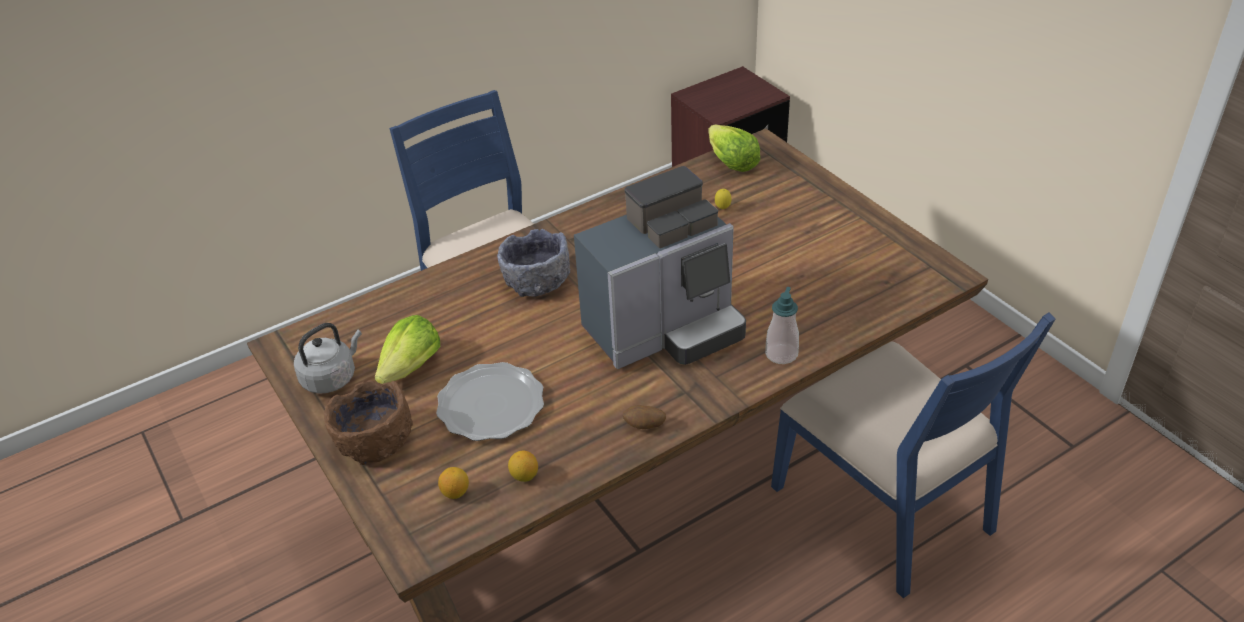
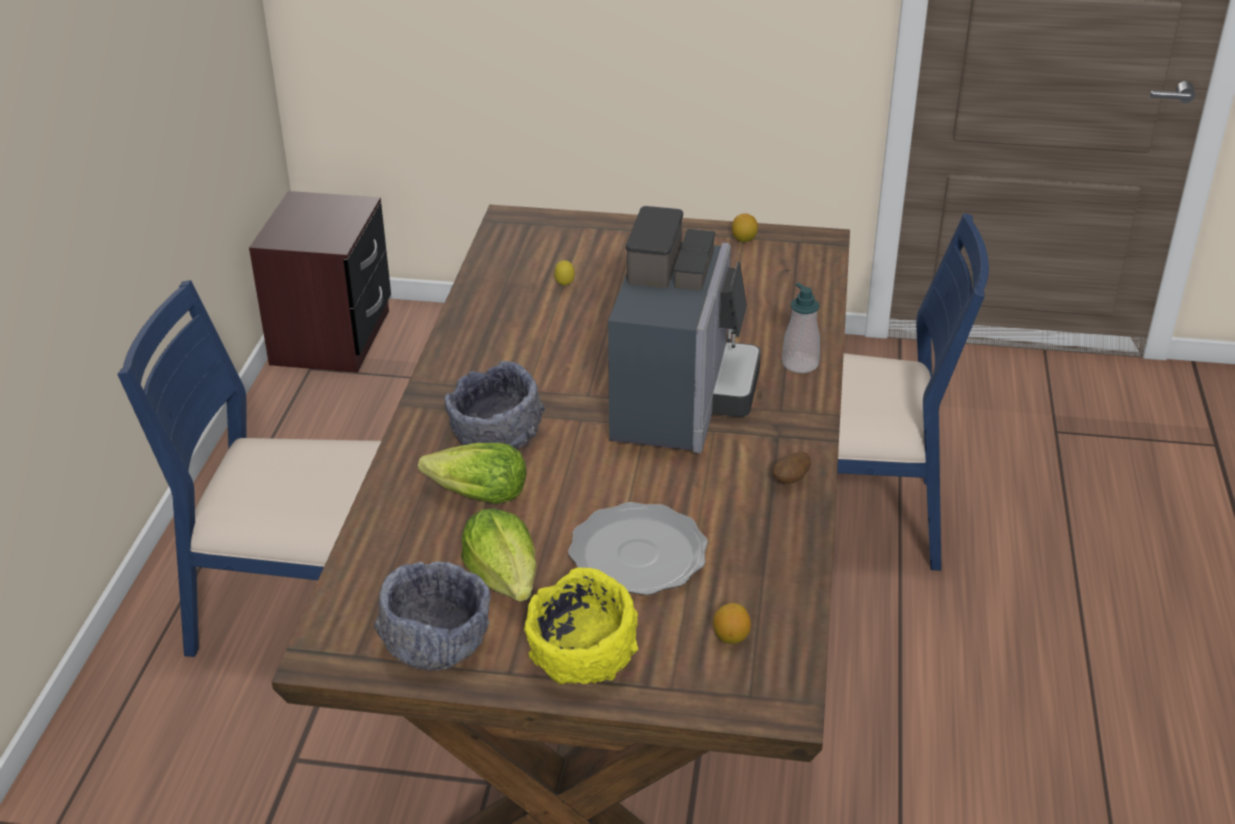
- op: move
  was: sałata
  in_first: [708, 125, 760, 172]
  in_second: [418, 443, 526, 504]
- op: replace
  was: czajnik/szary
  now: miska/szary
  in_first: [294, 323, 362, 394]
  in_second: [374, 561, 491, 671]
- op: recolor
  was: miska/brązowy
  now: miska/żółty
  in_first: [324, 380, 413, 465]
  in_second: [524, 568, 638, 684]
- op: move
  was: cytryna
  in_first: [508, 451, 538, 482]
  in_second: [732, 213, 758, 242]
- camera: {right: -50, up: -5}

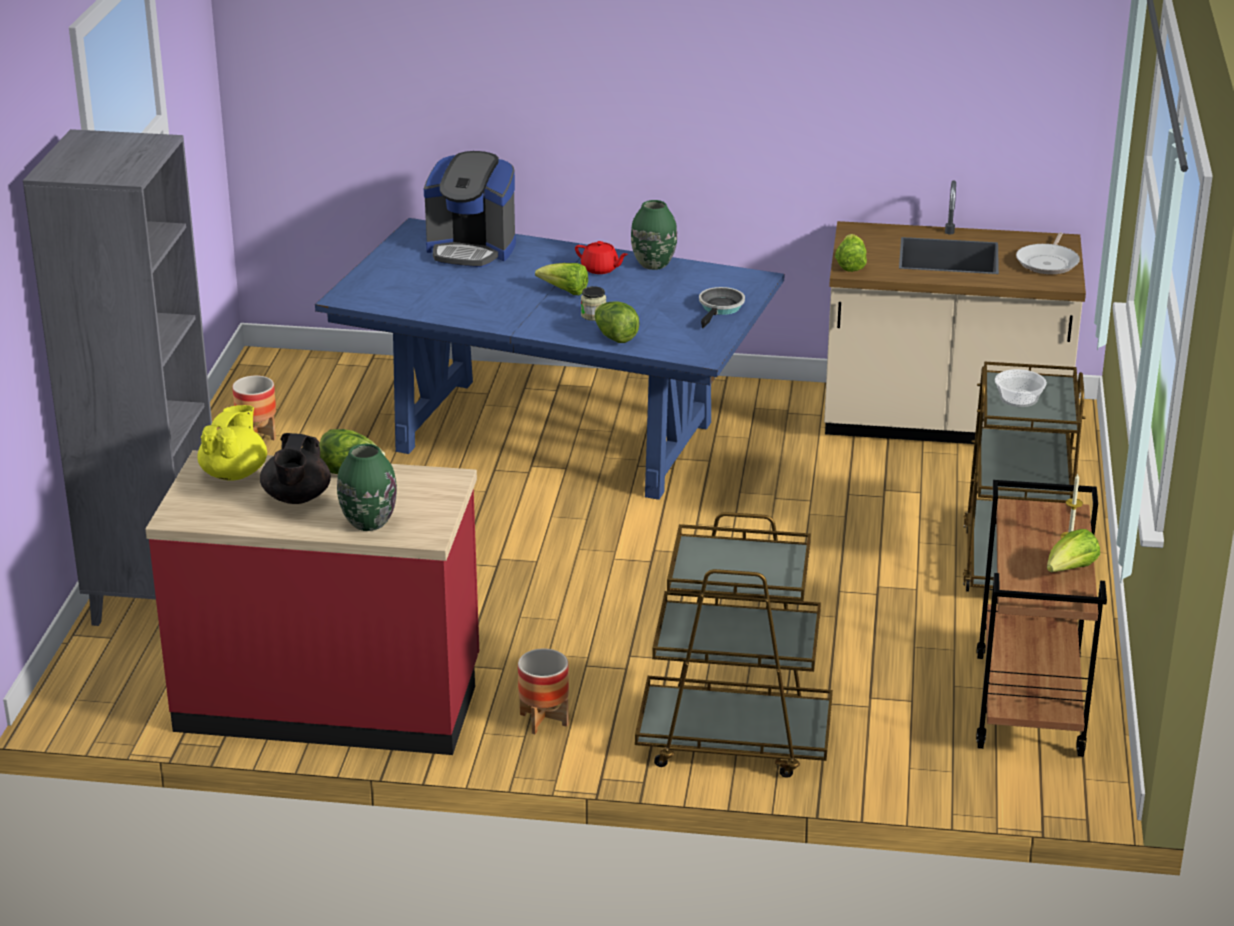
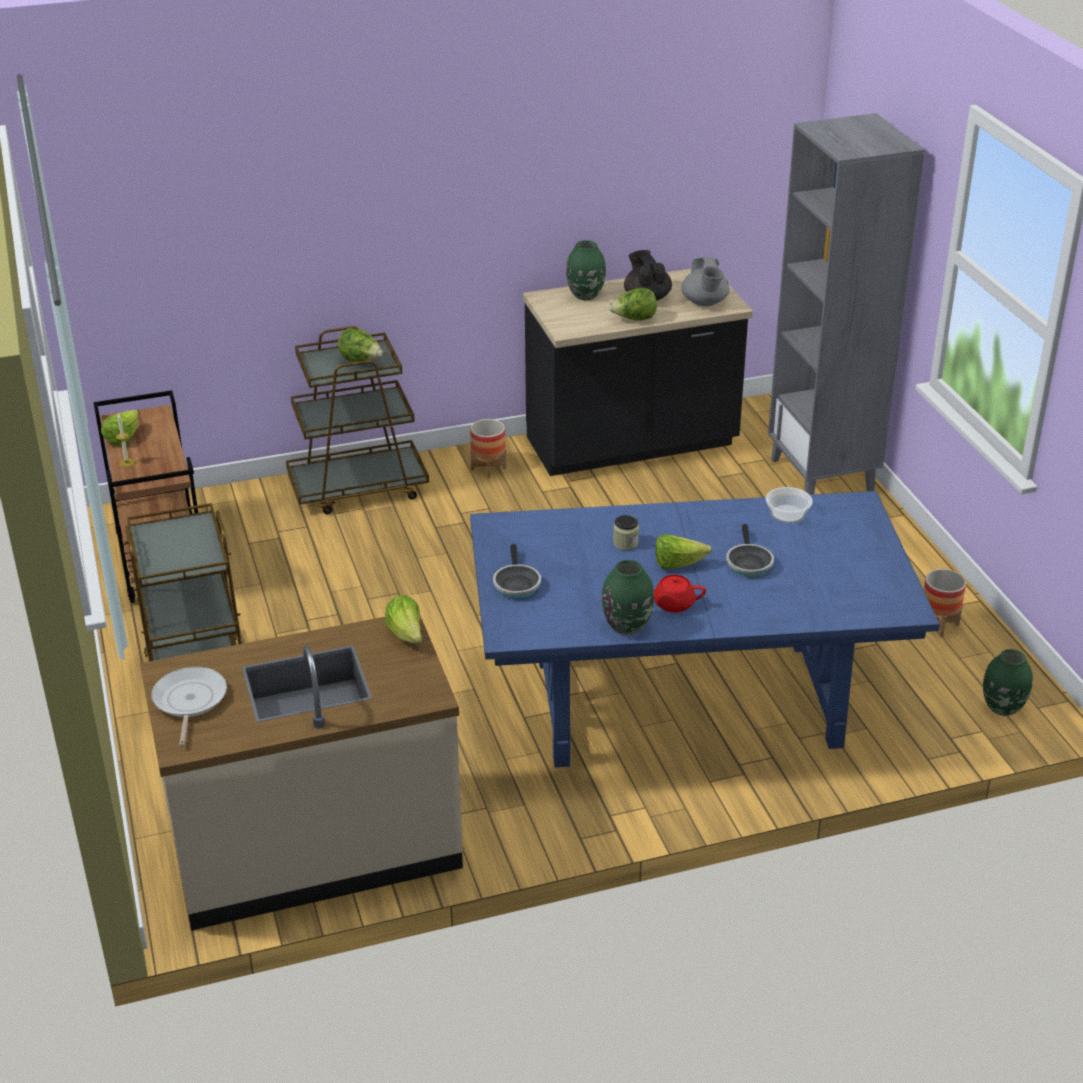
- op: delete
  was: ekspres do kawy
  in_first: [424, 151, 516, 267]
- op: move
  was: sałata
  in_first: [595, 301, 640, 343]
  in_second: [338, 328, 383, 362]
- op: move
  was: miska
  in_first: [995, 369, 1047, 407]
  in_second: [766, 487, 813, 524]
- op: recolor
  was: imbryk/żółty
  now: imbryk/szary
  in_first: [197, 405, 267, 481]
  in_second: [681, 257, 730, 306]
- op: recolor
  was: zabudowa kuchenna/czerwony
  now: zabudowa kuchenna/czarny
  in_first: [145, 450, 479, 755]
  in_second: [523, 266, 753, 476]
- op: insert
  now: patelnia
  in_second: [726, 524, 774, 577]
- op: insert
  now: wazon/zielony
  in_second: [983, 649, 1033, 716]
- camera: {right: 155, up: 5}

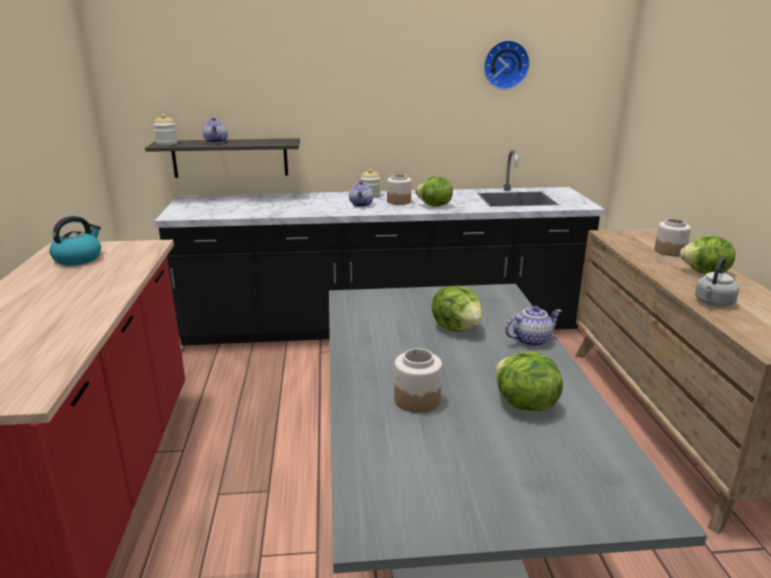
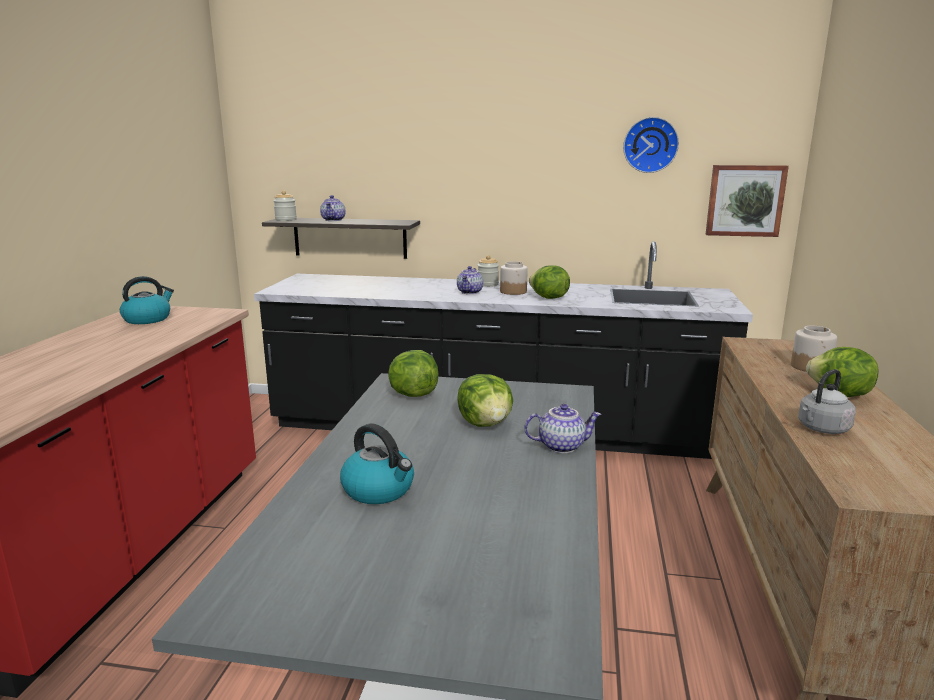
- op: replace
  was: słoik
  now: czajnik
  in_first: [394, 348, 442, 413]
  in_second: [340, 423, 414, 504]
- op: move
  was: sałata
  in_first: [495, 351, 563, 411]
  in_second: [388, 350, 439, 397]
- op: insert
  now: obraz
  in_second: [706, 165, 789, 237]
- camera: {right: 15, up: -5}

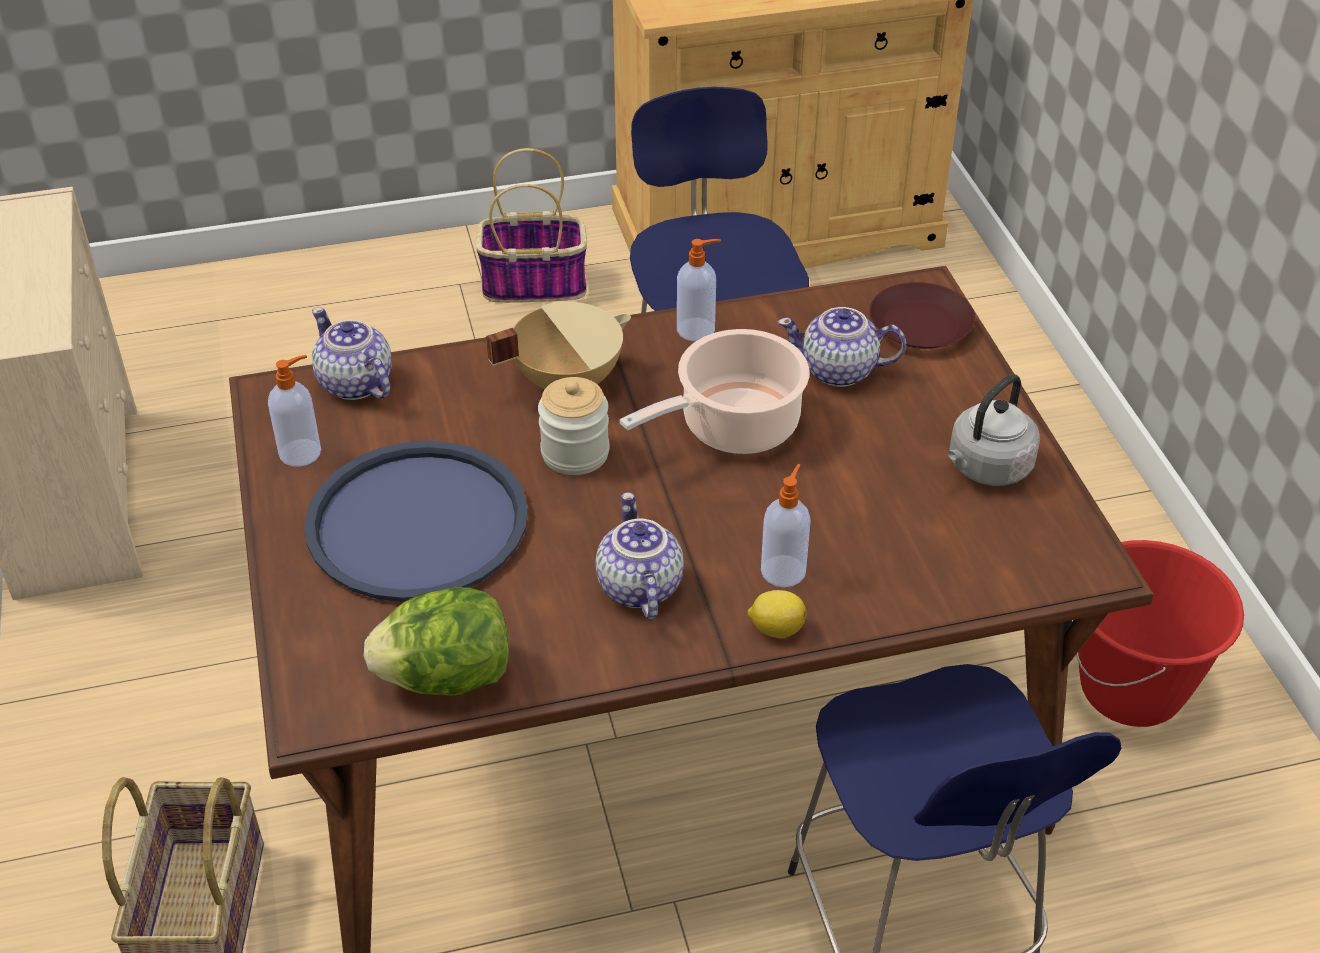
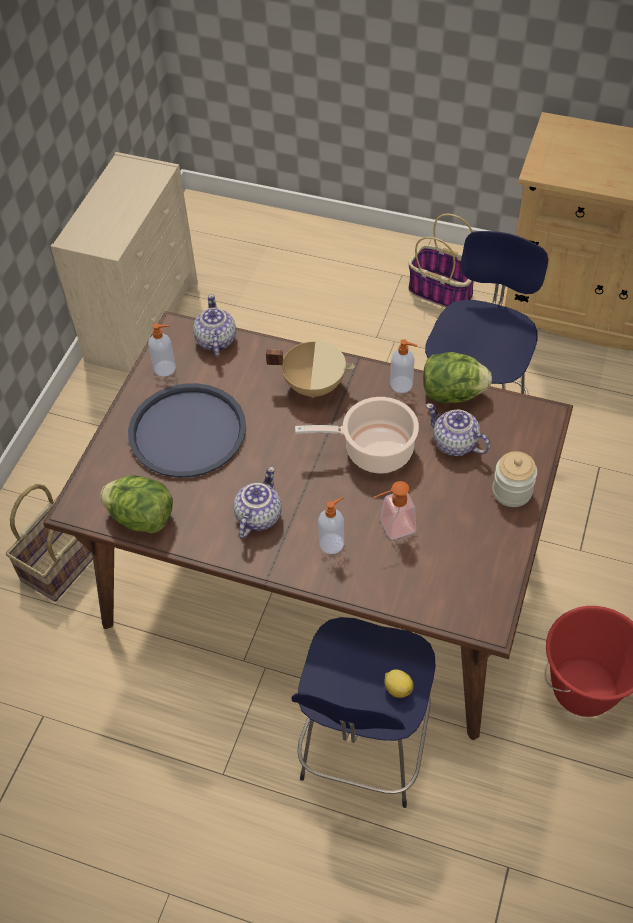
- op: delete
  was: talerz/brązowy
  in_first: [870, 282, 975, 349]
- op: delete
  was: czajnik/szary
  in_first: [948, 374, 1040, 486]
- op: move
  was: słoik
  in_first: [538, 377, 609, 475]
  in_second: [492, 451, 537, 507]
- op: move
  was: cytryna
  in_first: [747, 590, 806, 638]
  in_second: [384, 669, 413, 698]
- op: insert
  now: sałata
  in_second: [423, 352, 492, 403]
- op: insert
  now: dozownik mydła
  in_second: [373, 481, 416, 540]
- camera: {right: 35, up: 10}

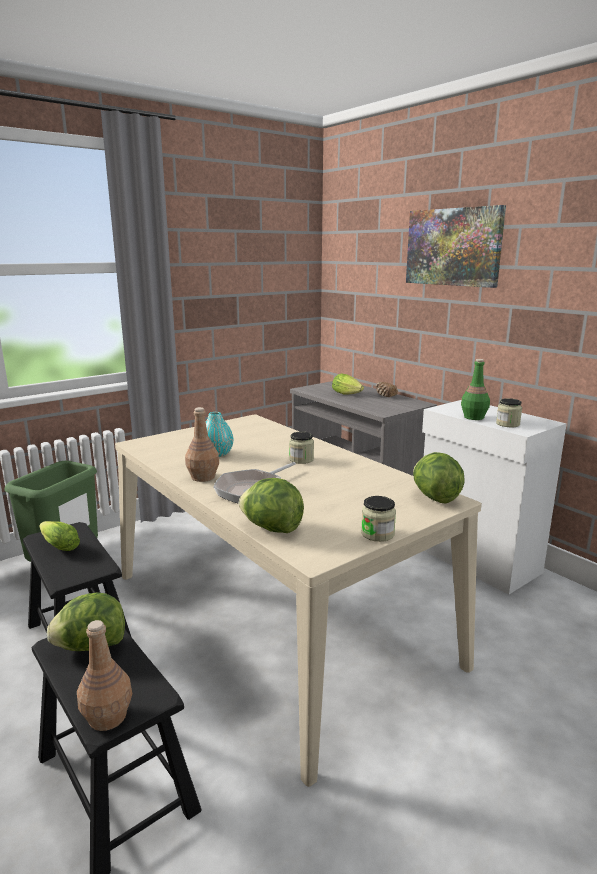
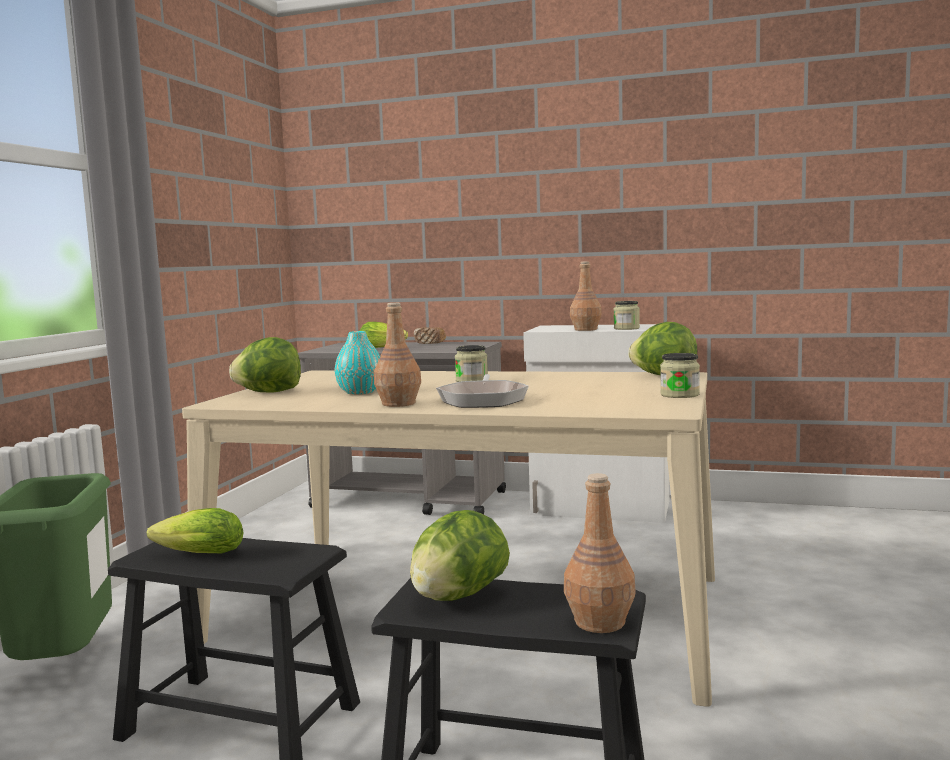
- op: delete
  was: obraz
  in_first: [406, 205, 506, 288]
- op: recolor
  was: butelka/zielony
  now: butelka/brązowy
  in_first: [461, 359, 490, 420]
  in_second: [570, 261, 602, 331]
- op: move
  was: sałata
  in_first: [239, 478, 304, 533]
  in_second: [229, 337, 301, 393]
- camera: {right: -35, up: -10}

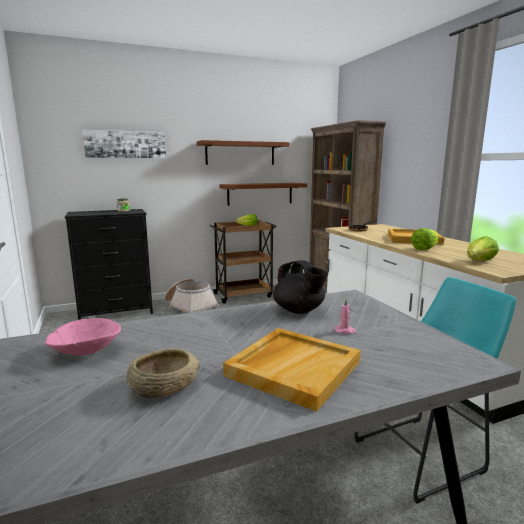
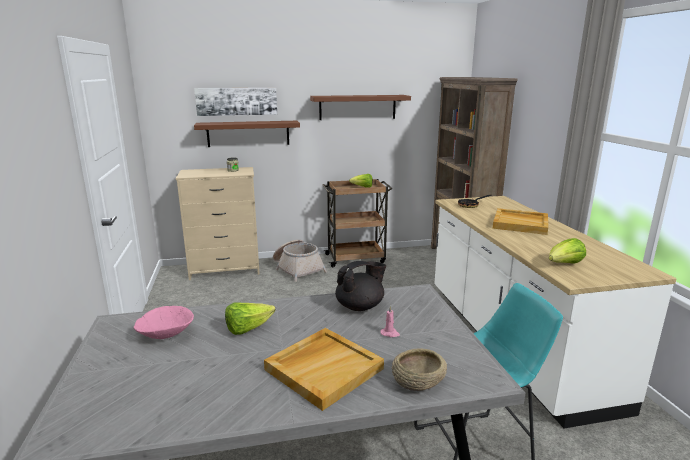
- op: move
  was: półka/brązowy
  in_first: [219, 183, 307, 206]
  in_second: [194, 121, 300, 147]
- op: recolor
  was: komoda/czarny
  now: komoda/beżowy
  in_first: [65, 209, 153, 320]
  in_second: [176, 167, 260, 280]
- op: move
  was: sałata
  in_first: [411, 228, 439, 250]
  in_second: [225, 303, 276, 335]
- op: rotate
  was: imbryk/czarny
  in_first: [273, 260, 328, 314]
  in_second: [335, 261, 386, 311]
  clockwise: -90
- op: move
  was: miska/beżowy
  in_first: [126, 349, 200, 398]
  in_second: [392, 348, 447, 391]
- camera: {right: 10, up: 5}

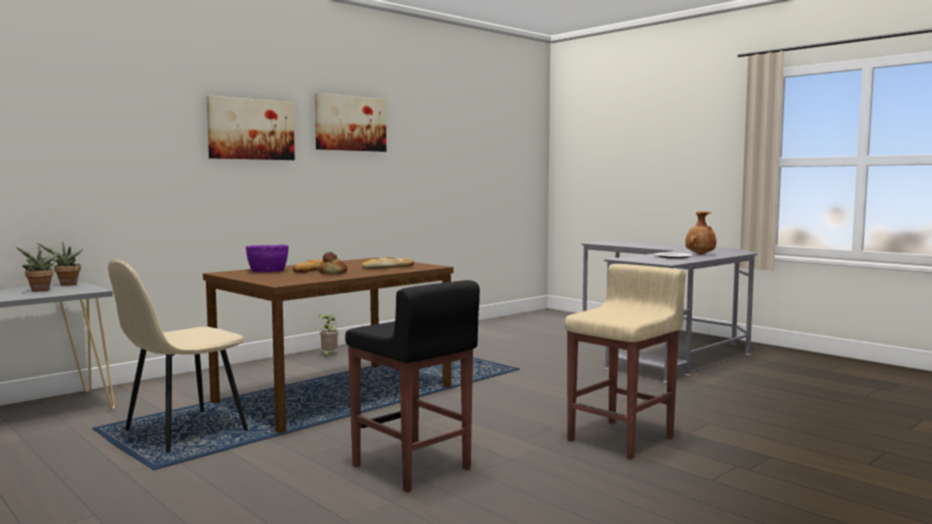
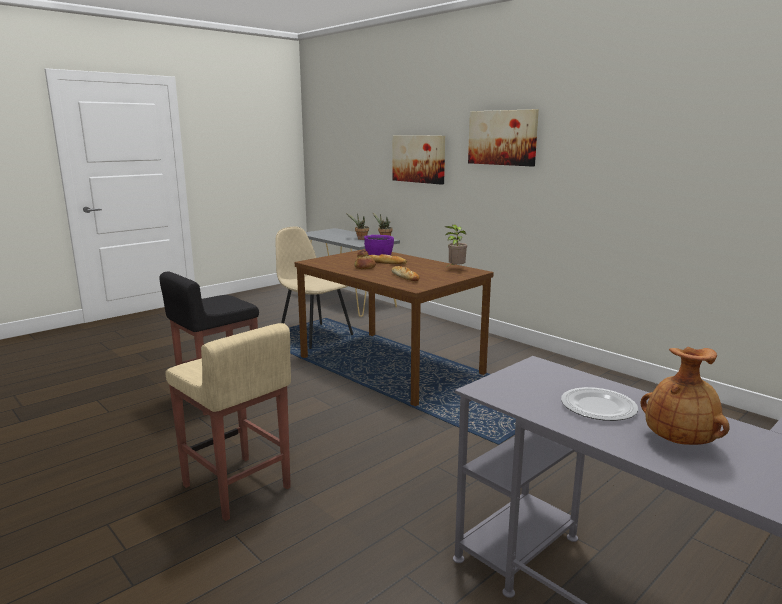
- op: move
  was: obraz
  in_first: [315, 93, 386, 152]
  in_second: [392, 135, 445, 185]
- op: move
  was: roślina doniczkowa
  in_first: [319, 314, 338, 356]
  in_second: [445, 225, 467, 266]
- camera: {right: 90, up: 10}

